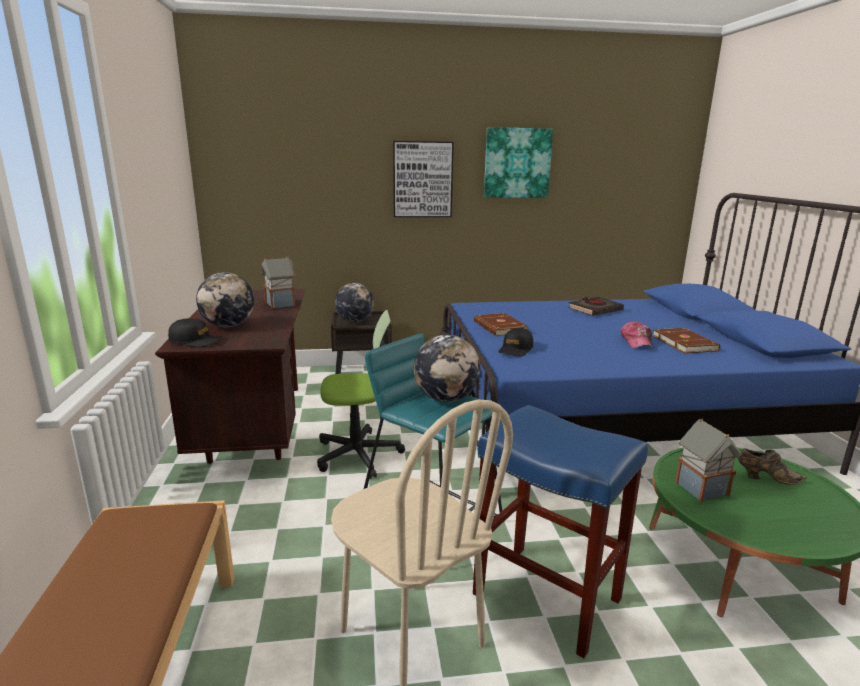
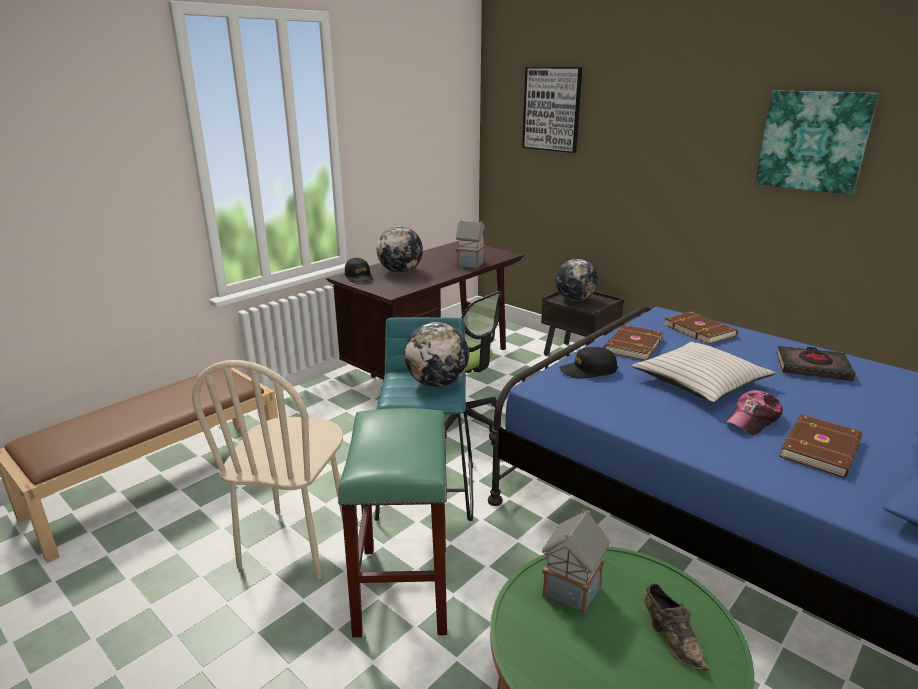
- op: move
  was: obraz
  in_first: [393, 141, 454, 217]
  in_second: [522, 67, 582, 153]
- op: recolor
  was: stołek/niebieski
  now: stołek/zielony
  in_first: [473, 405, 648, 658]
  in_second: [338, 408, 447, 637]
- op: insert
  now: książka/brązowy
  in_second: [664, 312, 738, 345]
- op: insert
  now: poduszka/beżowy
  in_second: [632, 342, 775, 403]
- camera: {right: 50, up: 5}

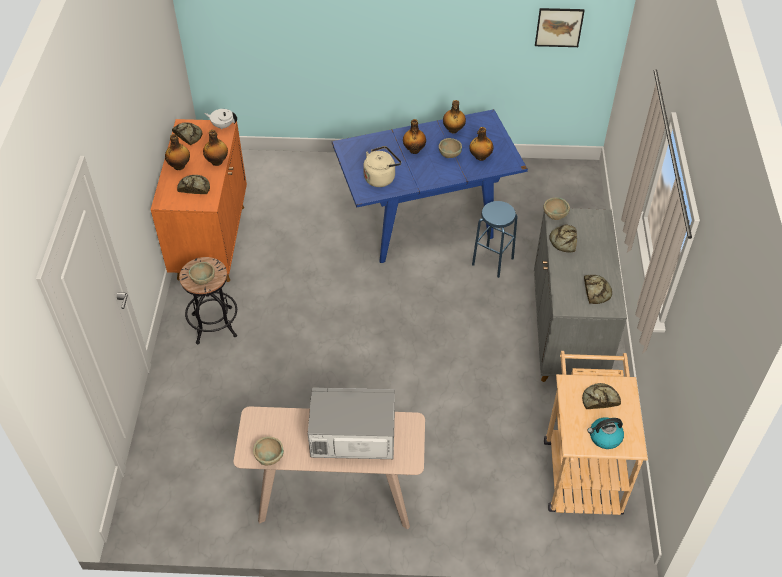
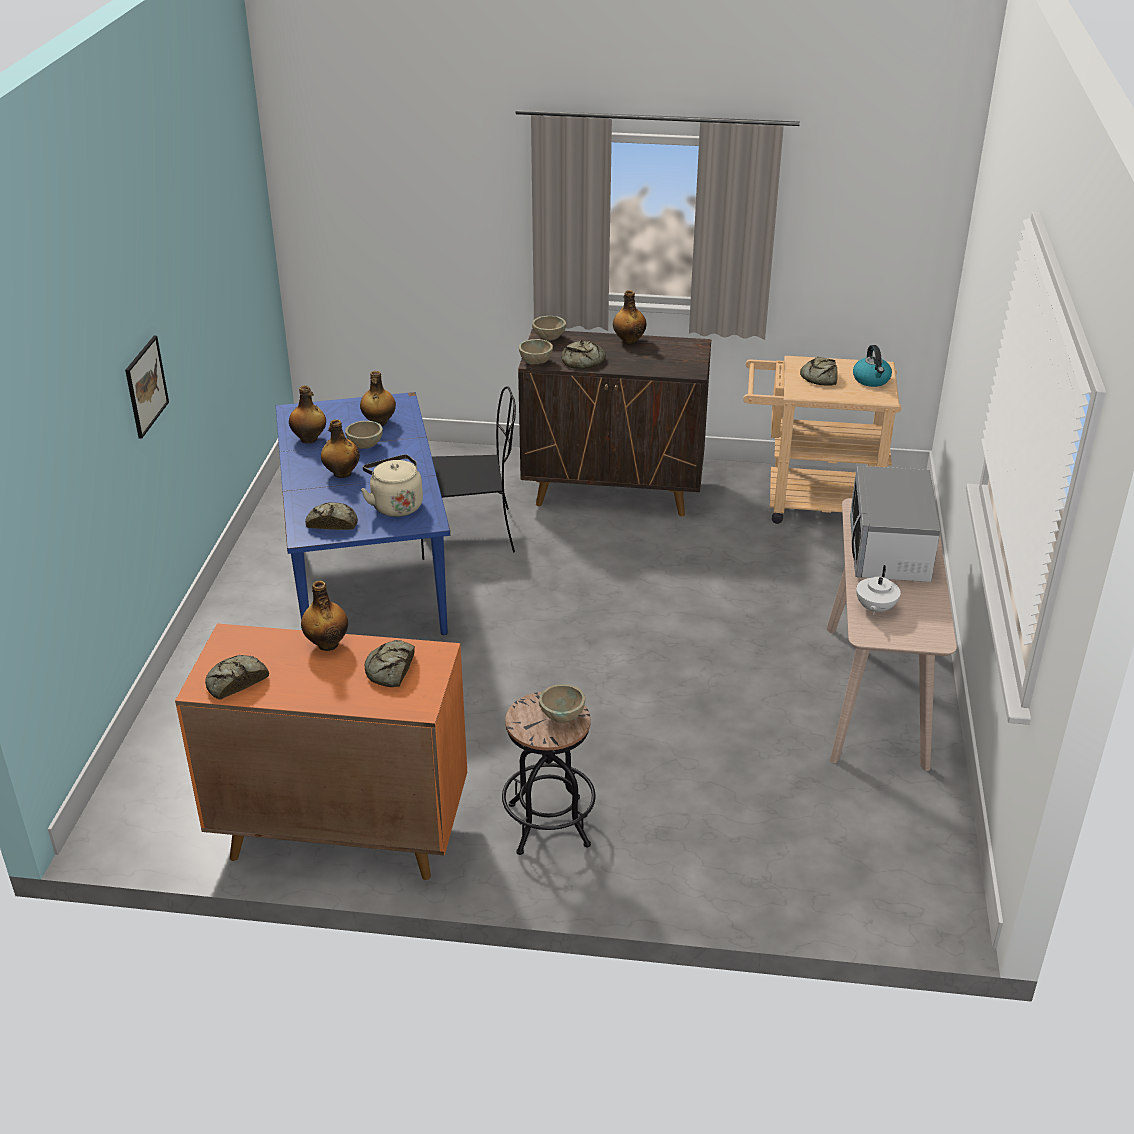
- op: move
  was: obraz
  in_first: [535, 8, 585, 47]
  in_second: [125, 336, 169, 439]
- op: move
  was: imbryk/biały
  in_first: [204, 109, 237, 130]
  in_second: [856, 565, 901, 615]
- op: move
  was: butelka
  in_first: [165, 134, 190, 170]
  in_second: [613, 290, 647, 345]
- op: replace
  was: stołek/niebieski
  now: krzesło/czarny
  in_first: [472, 201, 517, 278]
  in_second: [421, 386, 516, 560]
- op: recolor
  was: szafka/szary
  now: szafka/brązowy
  in_first: [534, 208, 627, 382]
  in_second: [518, 329, 711, 516]
- op: move
  was: chleb
  in_first: [584, 275, 612, 304]
  in_second: [305, 502, 358, 530]
- op: move
  was: miska/beżowy
  in_first: [253, 436, 284, 466]
  in_second: [532, 316, 566, 341]
- camera: {right: -85, up: -15}

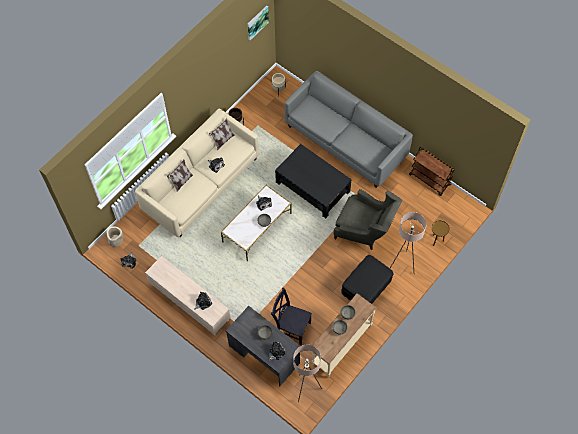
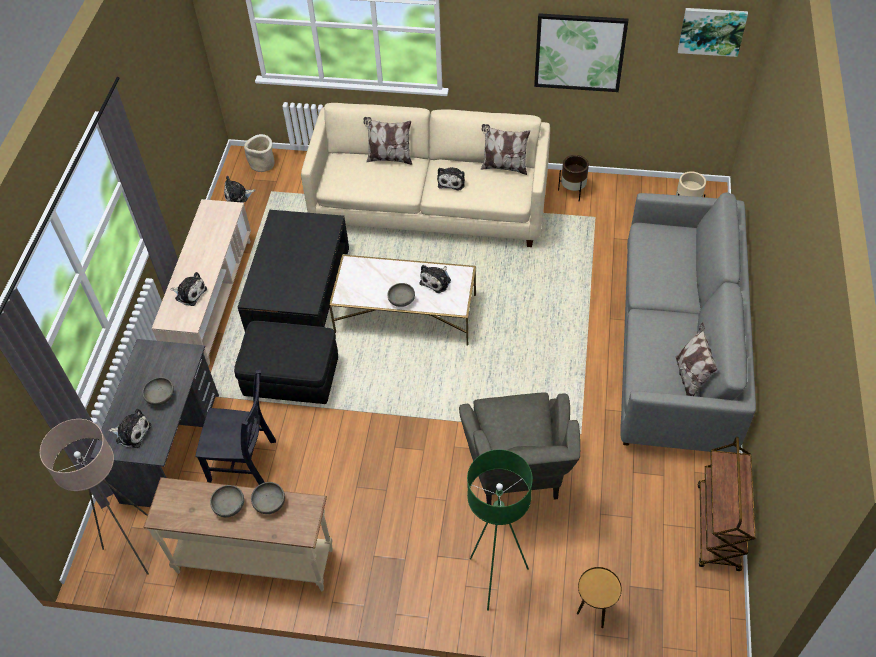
- op: move
  was: ława/czarny
  in_first: [275, 144, 352, 218]
  in_second: [238, 210, 349, 331]
- op: recolor
  was: lampa stojąca/beżowy
  now: lampa stojąca/zielony
  in_first: [390, 212, 426, 271]
  in_second: [467, 450, 533, 611]
- op: move
  was: pufa/czarny
  in_first: [342, 255, 393, 304]
  in_second: [234, 321, 338, 404]
- op: rotate
  was: krzesło/czarny
  in_first: [271, 288, 312, 345]
  in_second: [195, 370, 276, 485]
  clockwise: 105
- op: insert
  now: obraz
  in_second: [534, 13, 628, 92]
- op: insert
  now: poduszka
  in_second: [676, 322, 717, 396]
- camera: {right: 60, up: -10}

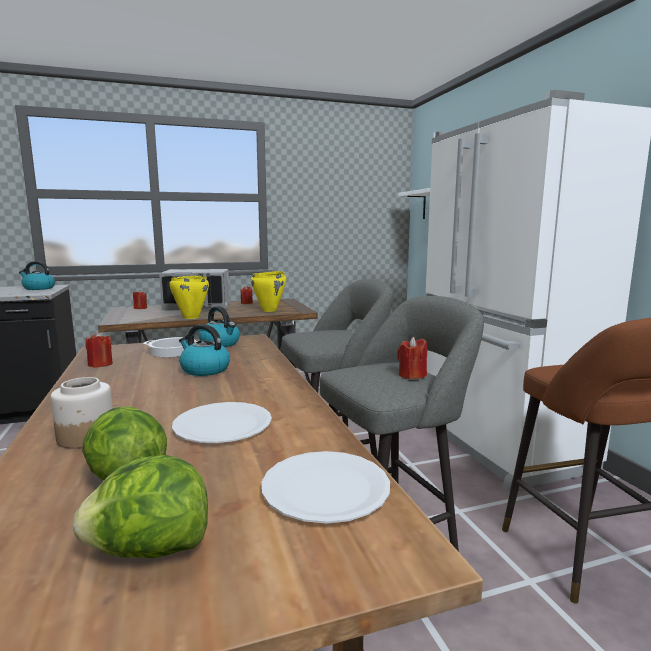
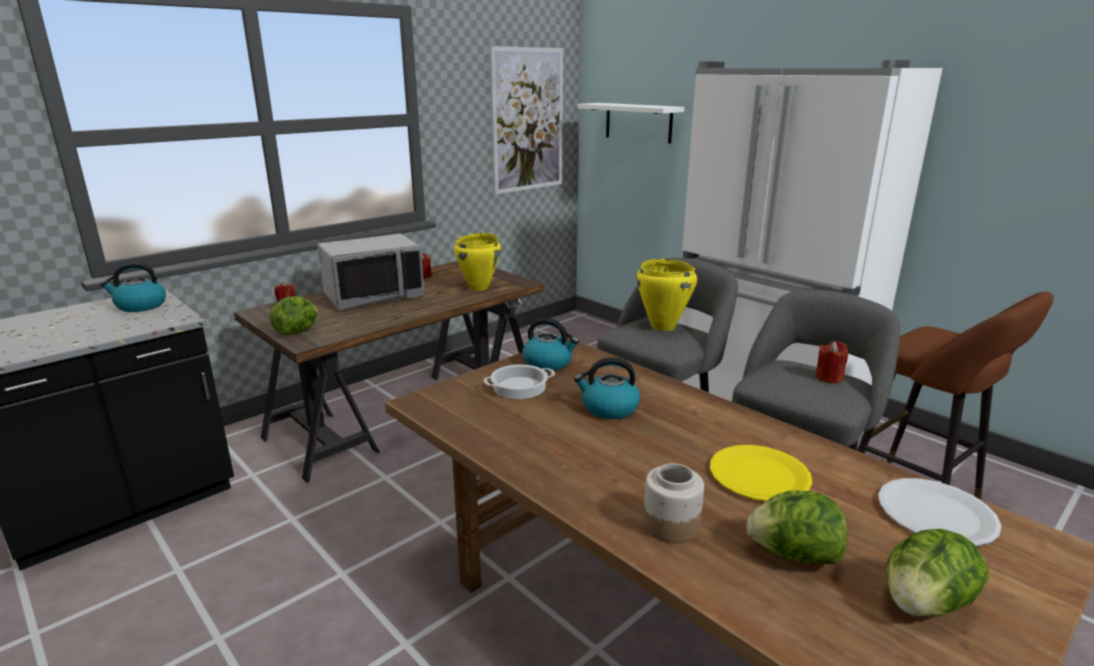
- op: move
  was: garnek/żółty
  in_first: [169, 275, 209, 319]
  in_second: [636, 259, 697, 331]
- op: delete
  was: świeca/czerwony
  in_first: [85, 332, 113, 368]
- op: recolor
  was: talerz/biały
  now: talerz/żółty
  in_first: [172, 402, 272, 443]
  in_second: [710, 445, 813, 501]
- op: insert
  now: obraz
  in_second: [490, 46, 563, 194]
- op: insert
  now: sałata
  in_second: [270, 296, 318, 335]
- camera: {right: -25, up: 10}

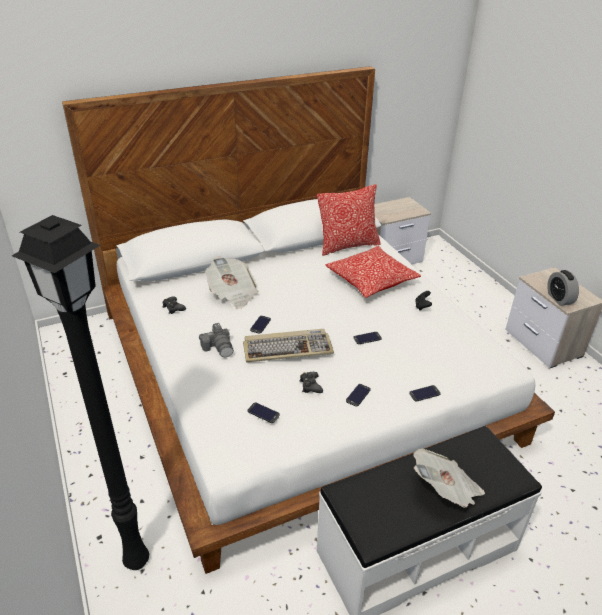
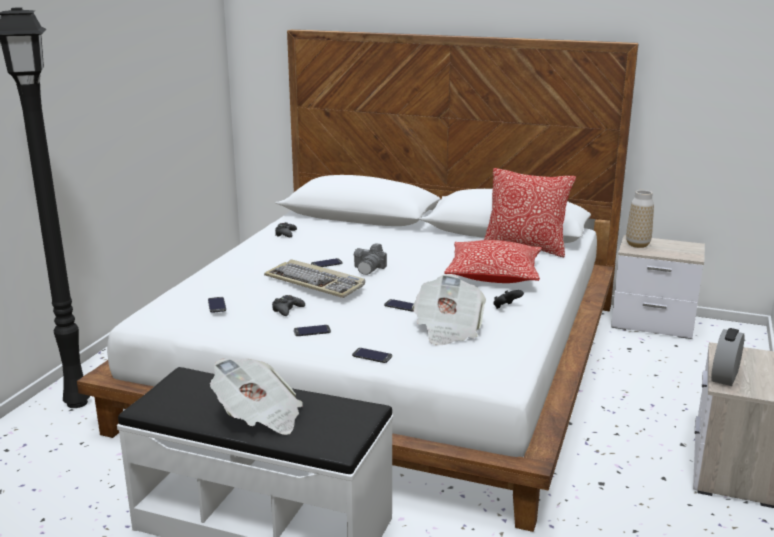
- op: move
  was: gazeta
  in_first: [205, 257, 259, 309]
  in_second: [412, 274, 486, 345]
- op: move
  was: aparat fotograficzny
  in_first: [199, 323, 234, 357]
  in_second: [354, 243, 387, 275]
- op: insert
  now: wazon
  in_second: [626, 190, 654, 248]
- camera: {right: 45, up: -15}

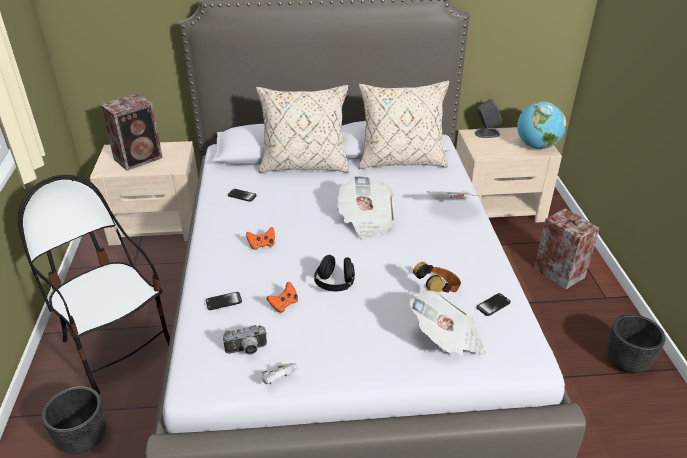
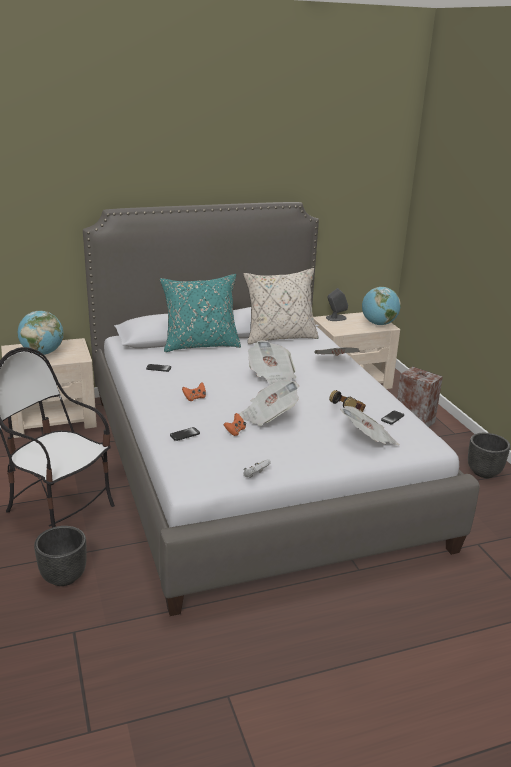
- op: recolor
  was: poduszka/beżowy
  now: poduszka/turkusowy
  in_first: [256, 85, 349, 173]
  in_second: [160, 274, 241, 352]
- op: replace
  was: głośnik
  now: globus
  in_first: [100, 93, 163, 171]
  in_second: [18, 311, 63, 355]
- op: replace
  was: słuchawki/czarny
  now: gazeta
  in_first: [314, 255, 355, 291]
  in_second: [239, 380, 299, 426]
- op: delete
  was: aparat fotograficzny
  in_first: [223, 325, 267, 355]
- camera: {right: -15, up: -10}

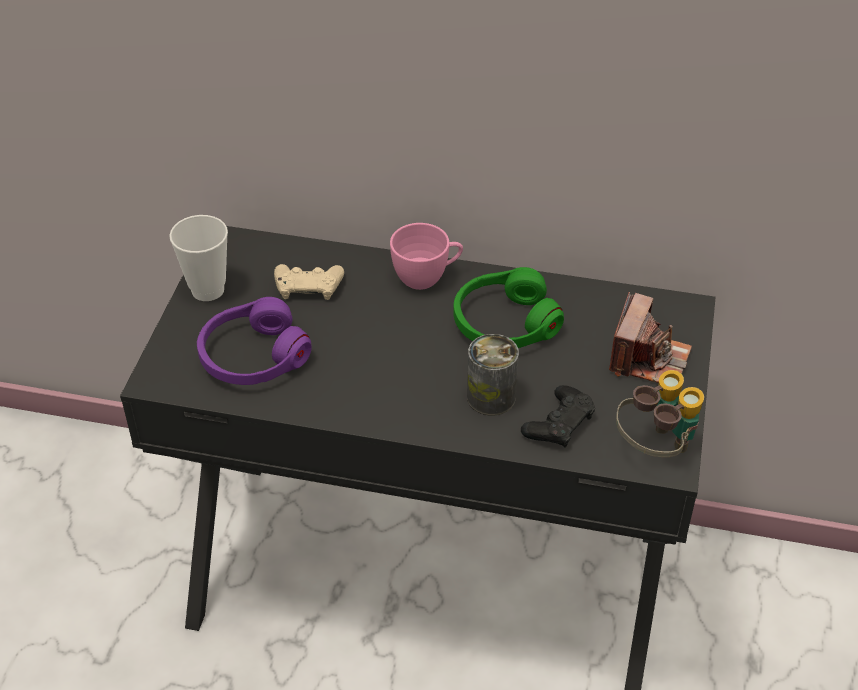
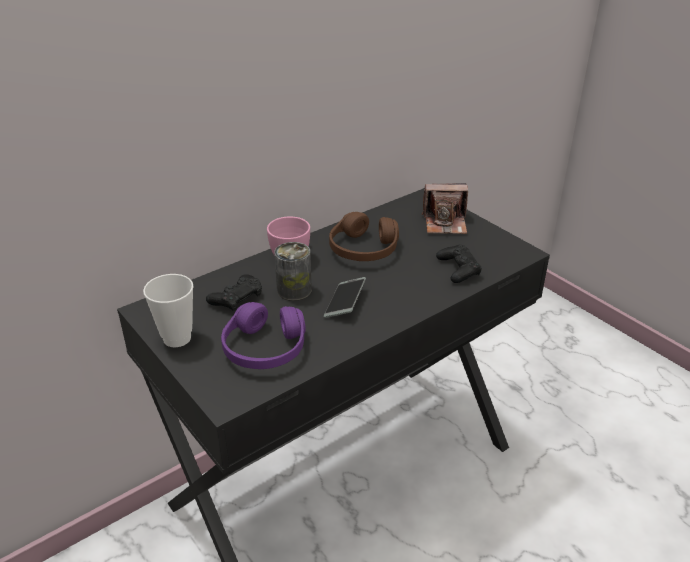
- op: recolor
  was: pad do gier/beżowy
  now: pad do gier/czarny
  in_first: [274, 264, 344, 300]
  in_second: [206, 274, 262, 311]
- op: recolor
  was: słuchawki/zielony
  now: słuchawki/brązowy
  in_first: [453, 267, 564, 348]
  in_second: [329, 212, 399, 261]
- op: rotate
  was: aparat fotograficzny
  in_first: [609, 292, 692, 383]
  in_second: [421, 183, 468, 234]
  clockwise: 120
- op: move
  was: puszka
  in_first: [467, 334, 519, 415]
  in_second: [274, 242, 312, 301]
- op: delete
  was: lornetka
  in_first: [616, 370, 704, 457]
- op: insert
  now: telefon
  in_second: [324, 277, 366, 318]
- camera: {right: -50, up: -10}

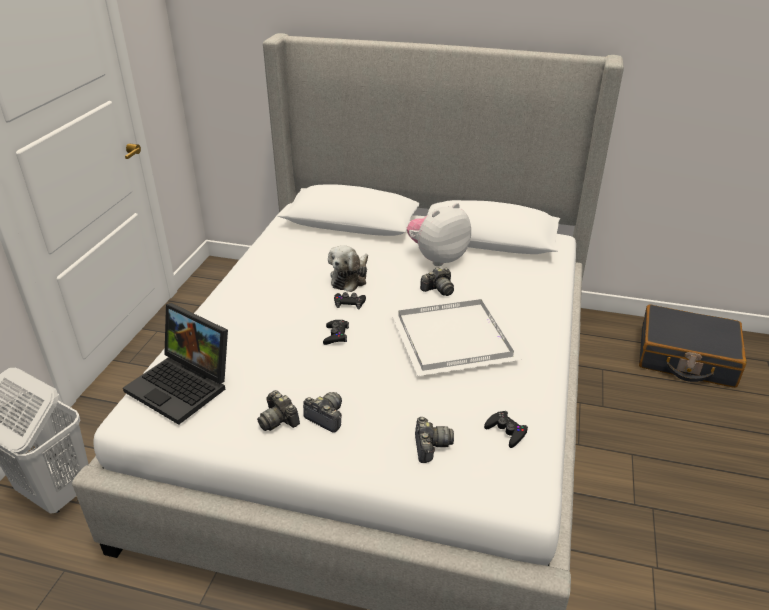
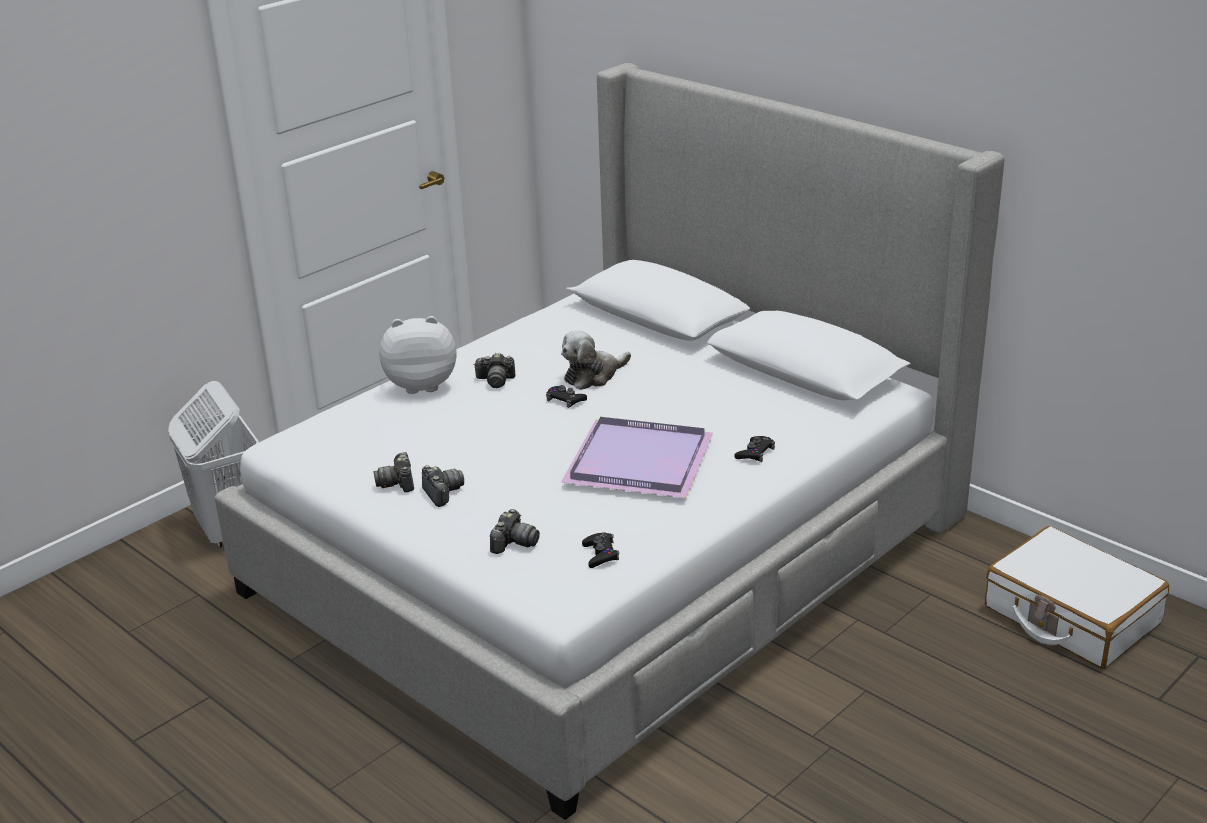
- op: move
  was: pluszak
  in_first: [407, 203, 471, 266]
  in_second: [379, 316, 457, 394]
- op: move
  was: aparat fotograficzny
  in_first: [420, 267, 454, 296]
  in_second: [473, 353, 515, 388]
- op: recolor
  was: taca/biały
  now: taca/fioletowy
  in_first: [391, 299, 522, 376]
  in_second: [561, 417, 713, 498]
- op: delete
  was: laptop
  in_first: [123, 303, 228, 425]
- op: recolor
  was: walizka/czarny
  now: walizka/biały
  in_first: [639, 304, 747, 388]
  in_second: [985, 526, 1169, 669]
- op: move
  was: pad do gier/czarny
  in_first: [323, 320, 349, 345]
  in_second: [734, 436, 775, 462]
- camera: {right: 30, up: -5}

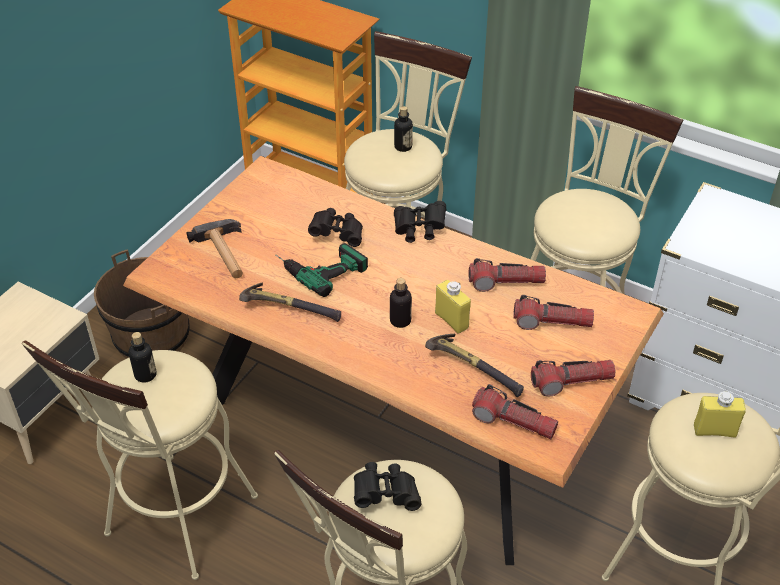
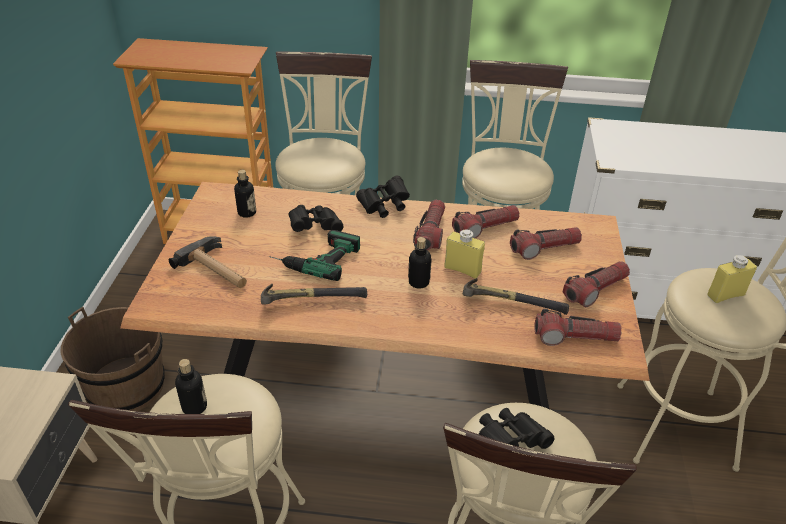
- op: move
  was: butelka
  in_first: [394, 106, 413, 152]
  in_second: [234, 170, 256, 218]
- op: insert
  now: latarka
  in_second: [413, 200, 445, 250]
- camera: {right: -25, up: -5}

